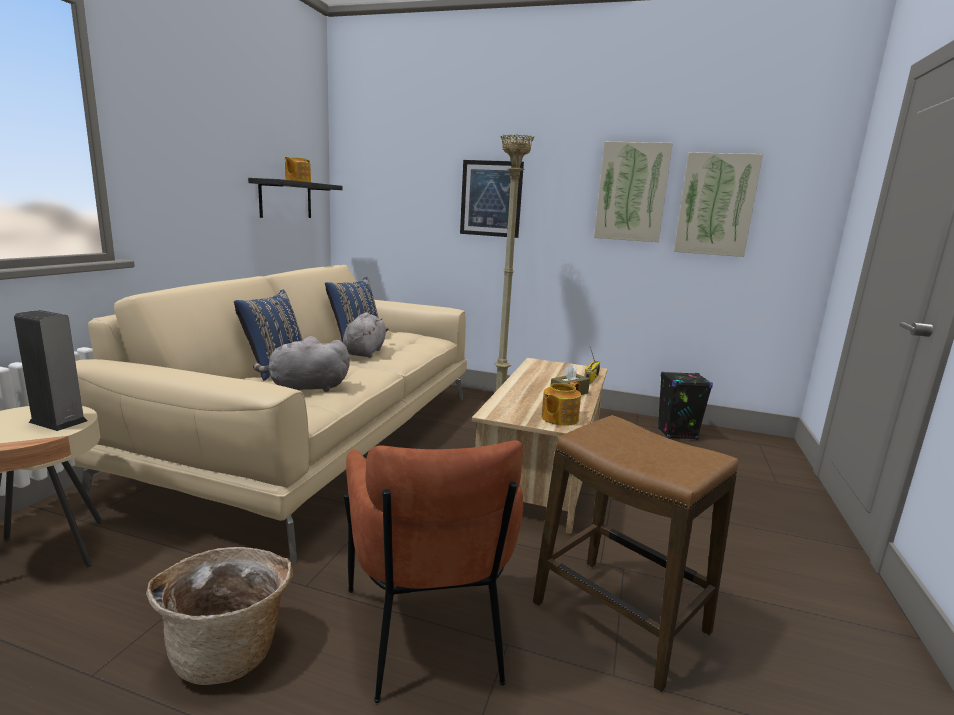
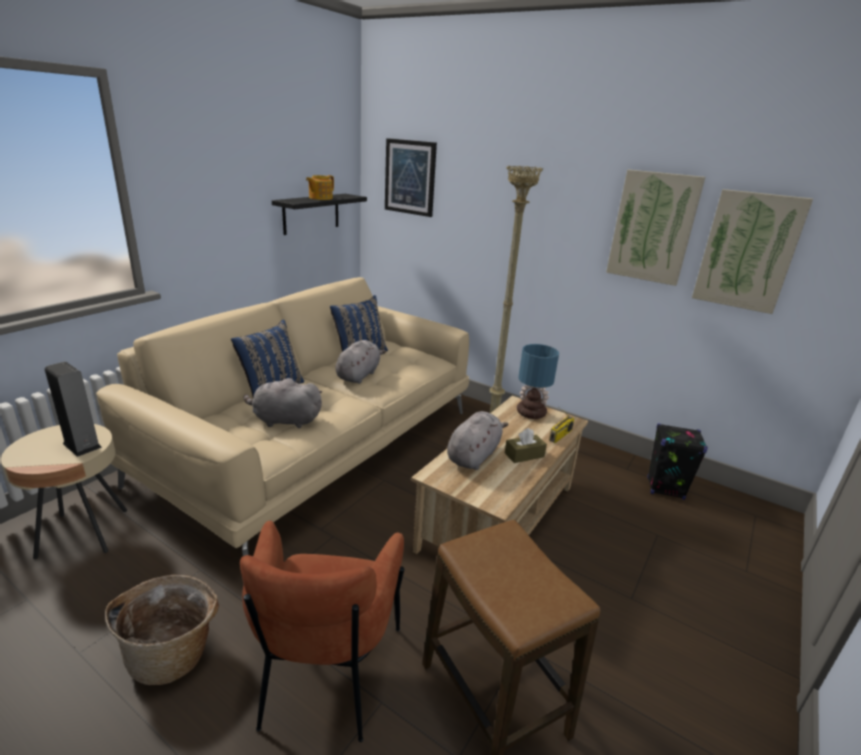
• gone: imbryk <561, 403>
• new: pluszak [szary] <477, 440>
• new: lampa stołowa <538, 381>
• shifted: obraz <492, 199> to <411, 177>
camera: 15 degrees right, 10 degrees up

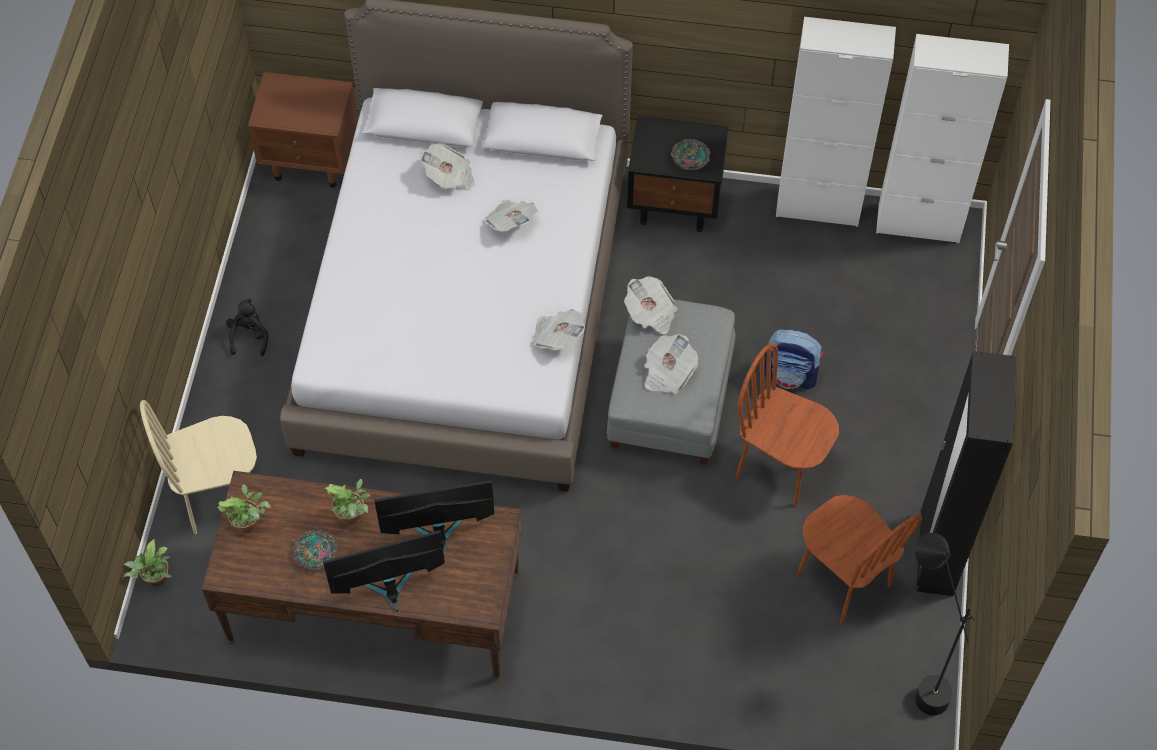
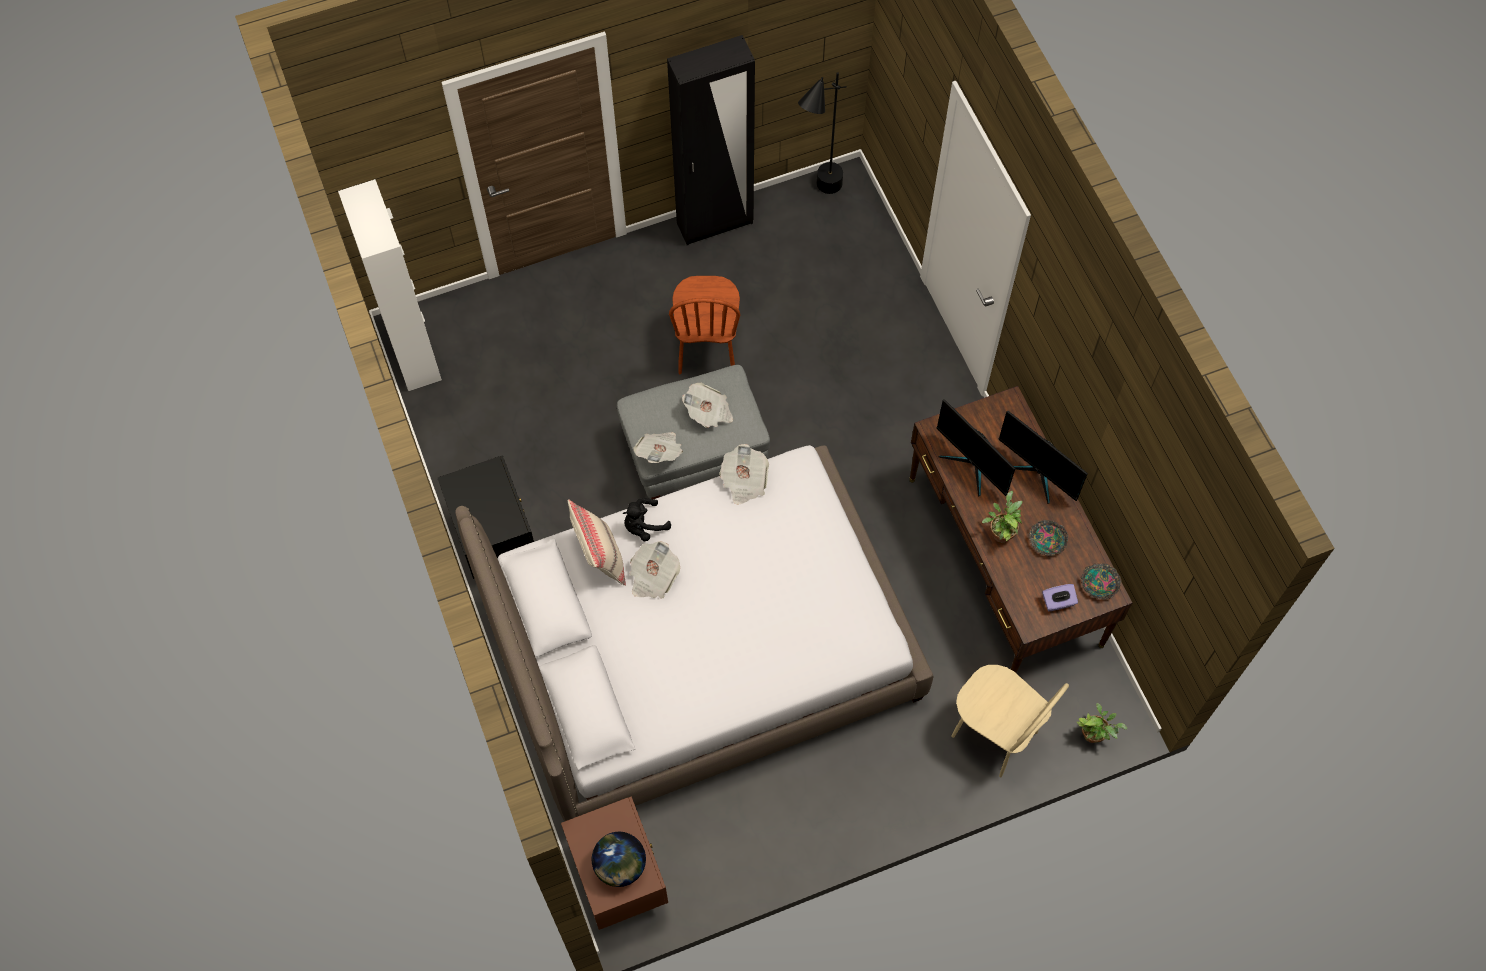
• gone: gazeta <447, 166>
• gone: plecak <794, 359>
• gone: szafka [biały] <836, 122>
• gone: krzesło [brązowy] <859, 559>
• new: poduszka [beżowy] <597, 542>
• new: globus <619, 859>
• shifted: pluszak [czarny] <247, 327> to <647, 519>
• shifted: miska <691, 154> to <1101, 580>
• swapped: roślina doniczkowa <244, 508> to pudełko chusteczek [fioletowy] <1060, 597>
camera: 120 degrees left, 5 degrees up

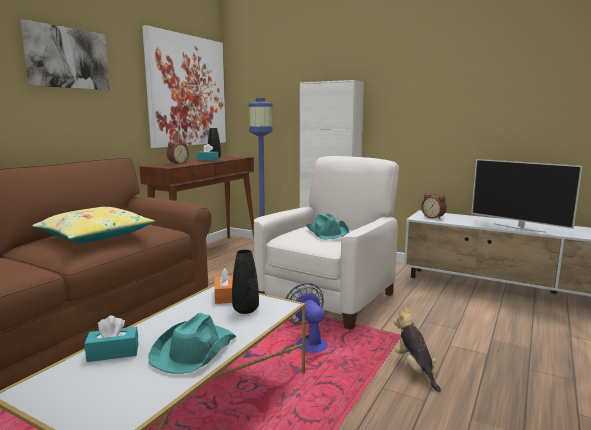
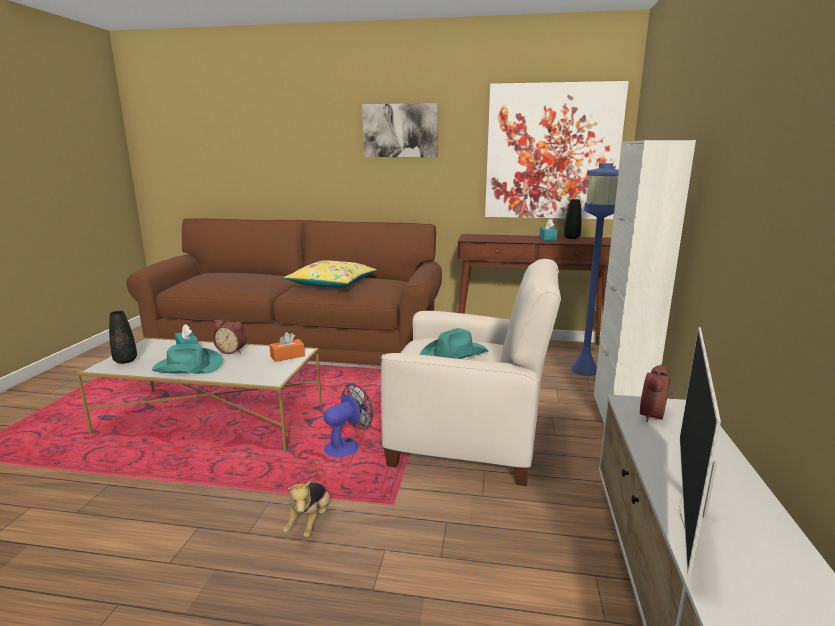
• shifted: budzik <178, 152> to <230, 337>
• shifted: wazon [czarny] <245, 282> to <123, 337>
• rotated: pluszak <417, 349> = <306, 509> 135 degrees clockwise
camera: 70 degrees right, 5 degrees up

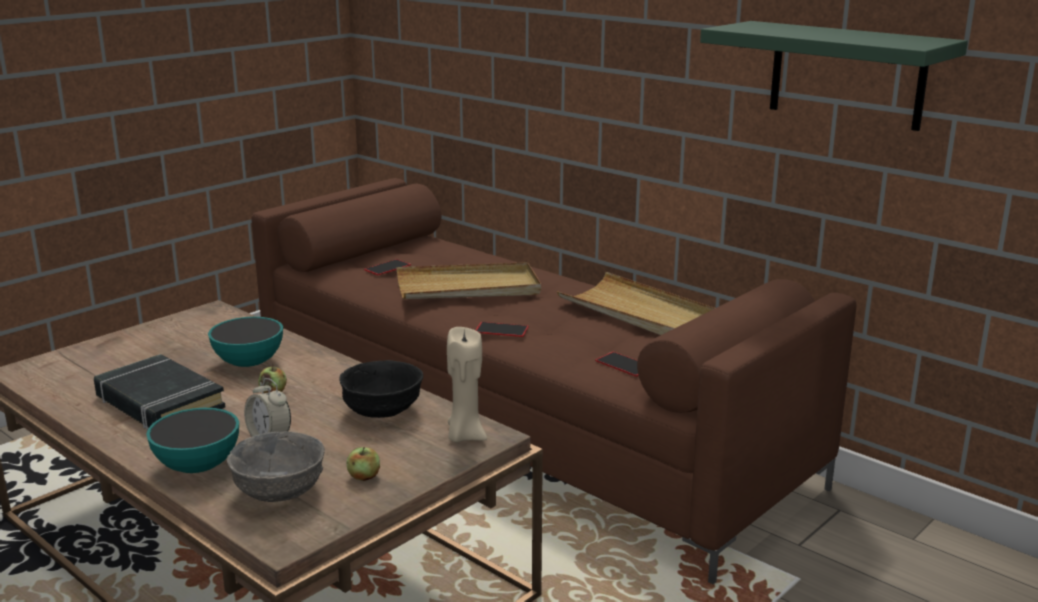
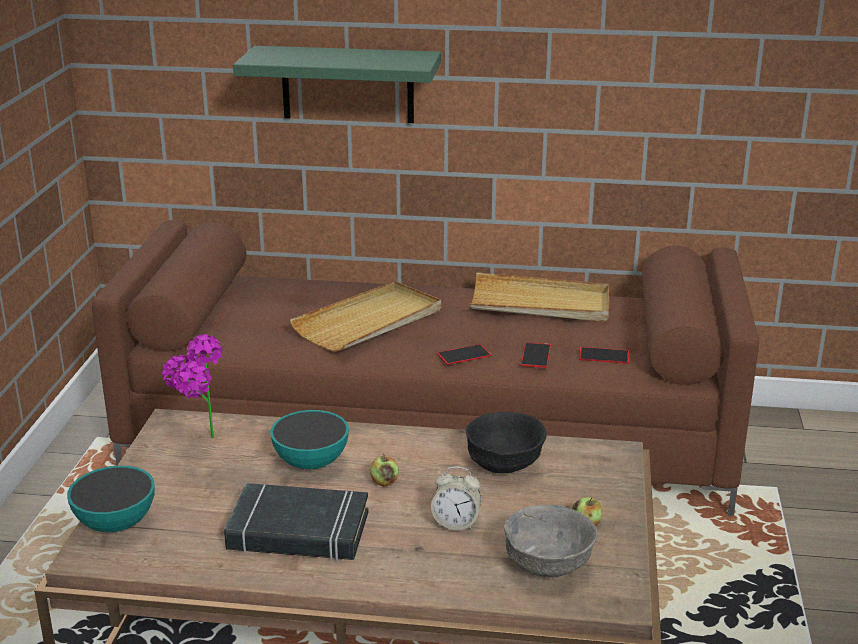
• gone: świeca [beżowy] <467, 385>
• new: roślina doniczkowa <192, 386>
• shifted: miska <192, 440> to <111, 499>
• shifted: telefon <387, 267> to <536, 355>
• shifted: półka [zielony] <834, 76> to <337, 84>
camera: 35 degrees left, 5 degrees up

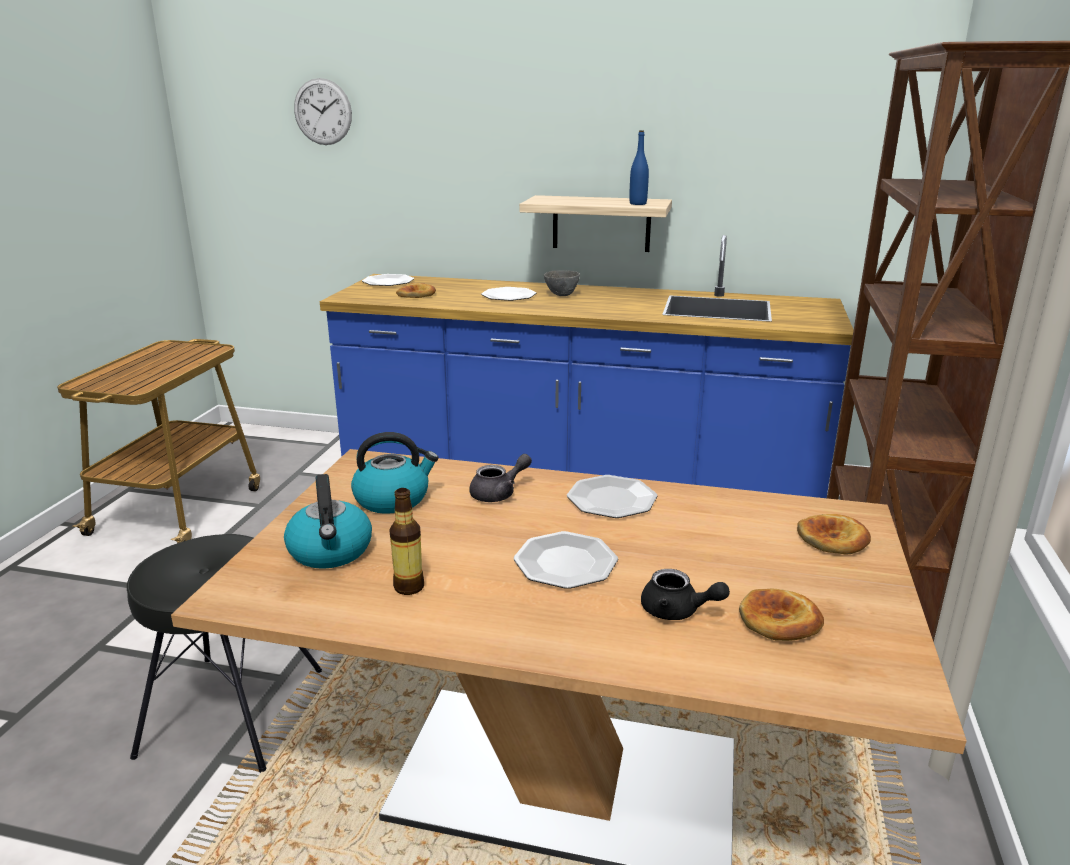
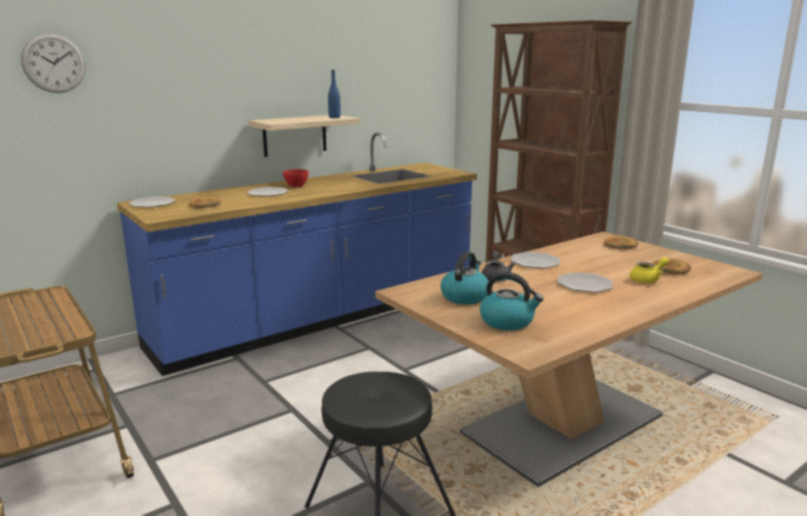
• gone: butelka <406, 541>
• repainted: miska [szary] <562, 283> to miska [czerwony] <296, 178>
• repainted: imbryk [czarny] <685, 594> to imbryk [żółty] <649, 270>
camera: 50 degrees left, 5 degrees down

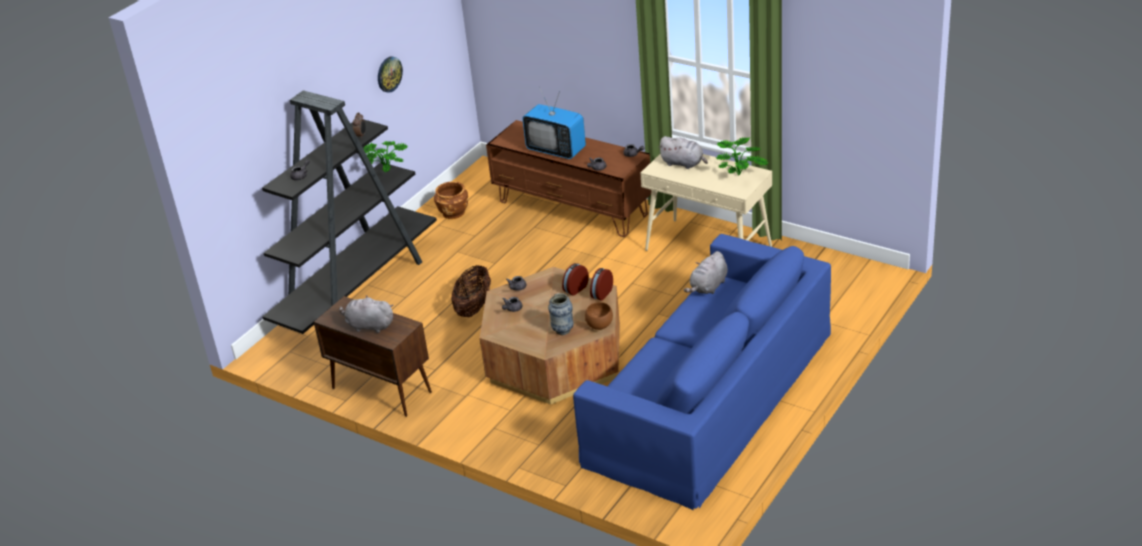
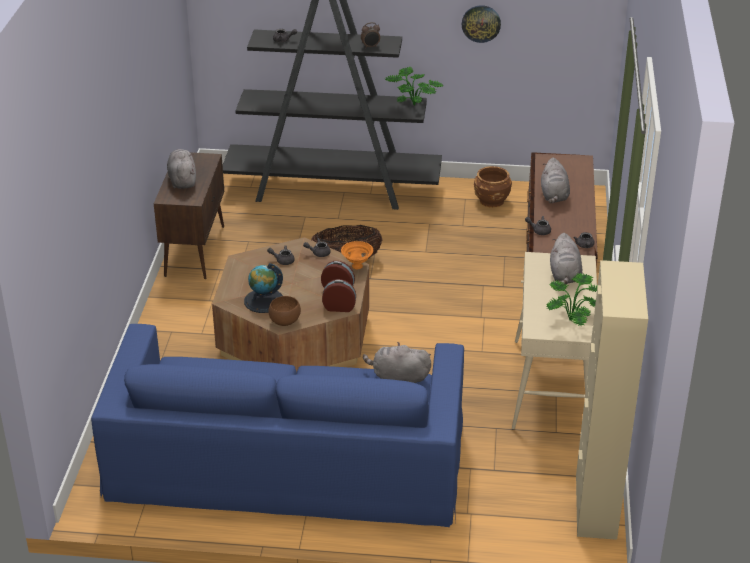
• new: miska [pomarańczowy] <357, 255>
• new: szafka [beżowy] <612, 400>
• swapped: telewizor <554, 123> to pluszak [szary] <555, 180>
• swapped: wazon <561, 314> to globus <263, 288>
camera: 60 degrees right, 0 degrees up

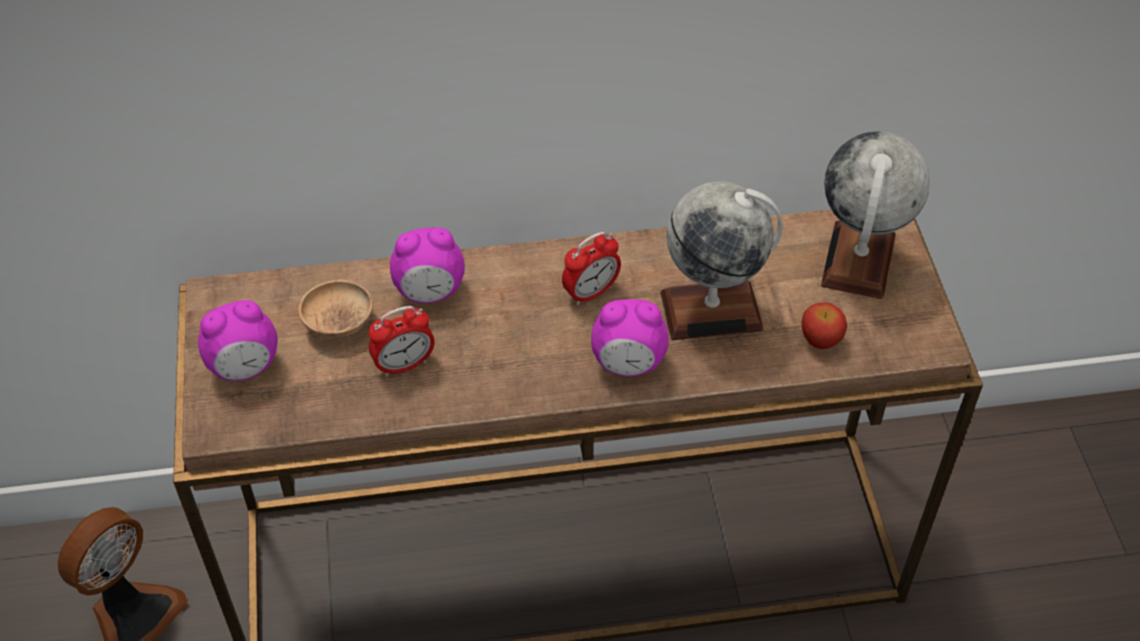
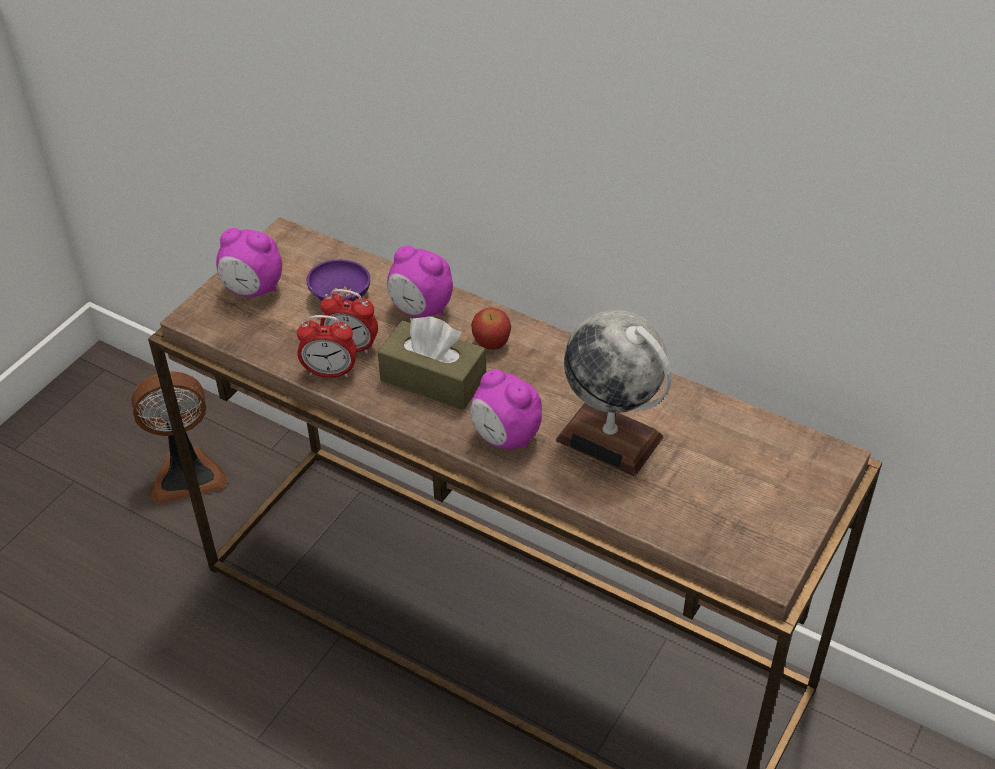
• gone: globus <875, 215>
• new: pudełko chusteczek [brązowy] <431, 363>
• shifted: budzik <591, 269> to <327, 346>
• shifted: jabłko <824, 325> to <491, 329>
• repainted: miska [brązowy] <335, 308> to miska [fioletowy] <338, 280>
camera: 40 degrees right, 5 degrees down

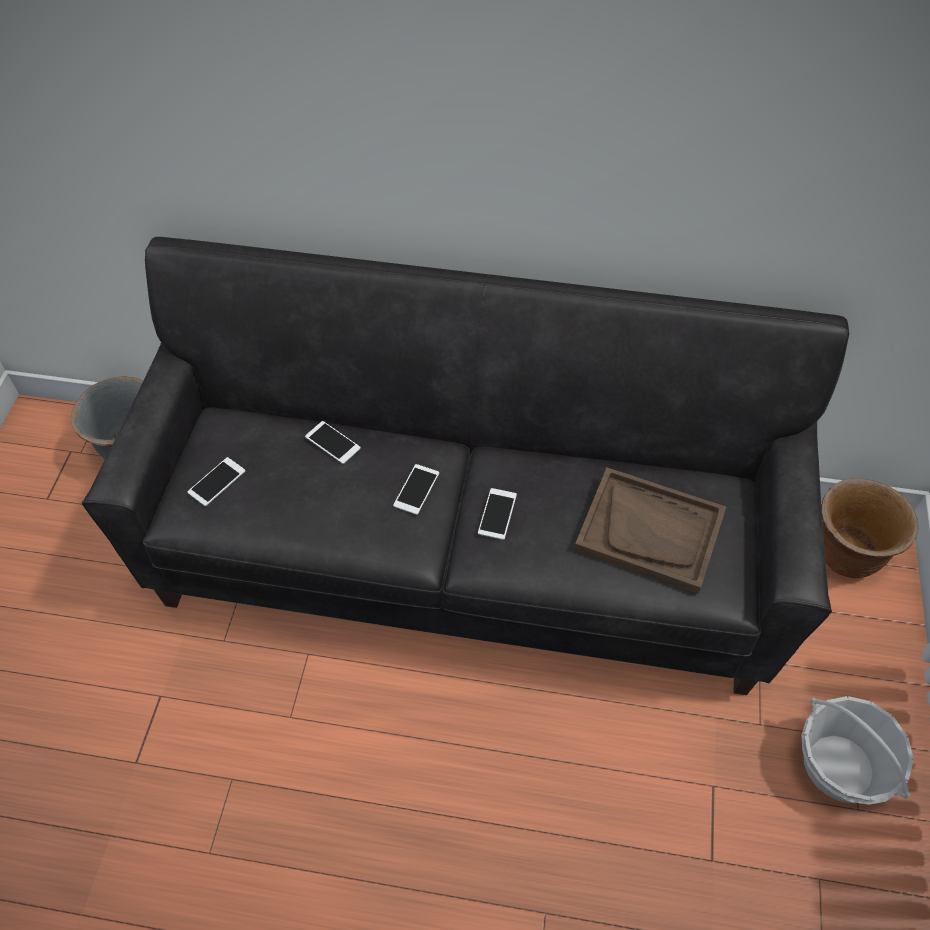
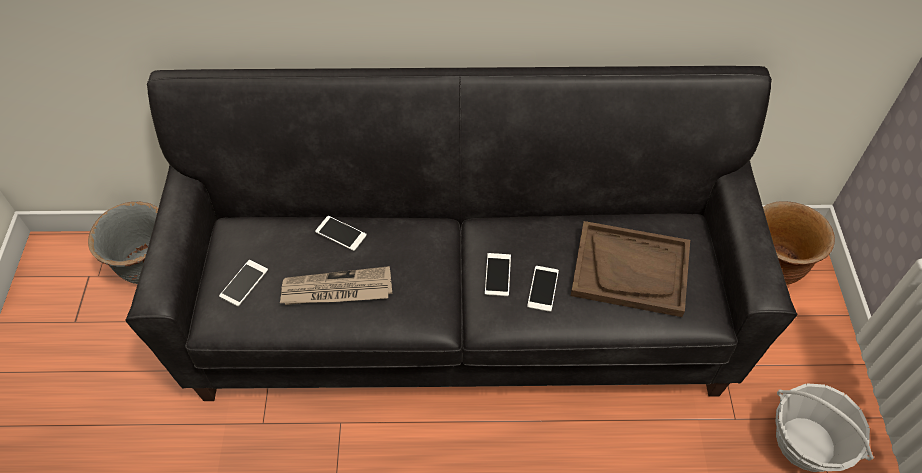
• new: gazeta <336, 285>
• shifted: telefon <416, 489> to <543, 289>
camera: 10 degrees left, 0 degrees up

